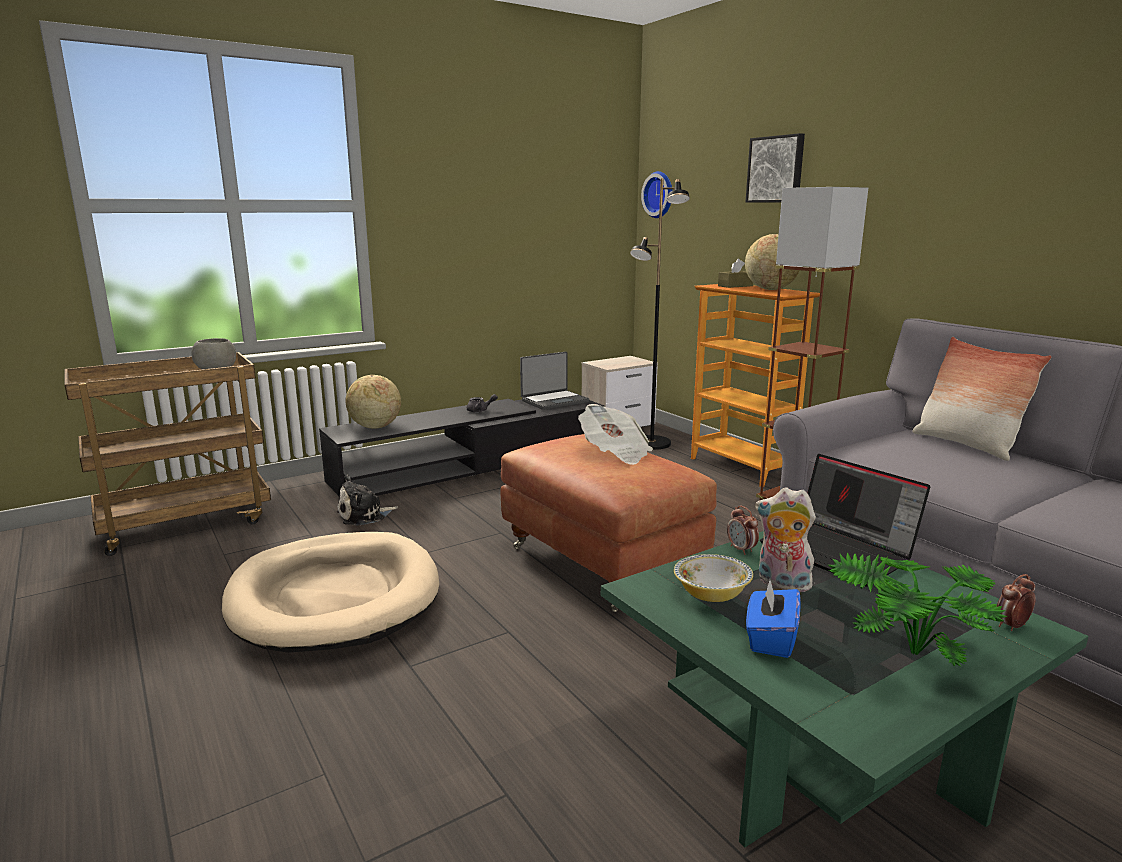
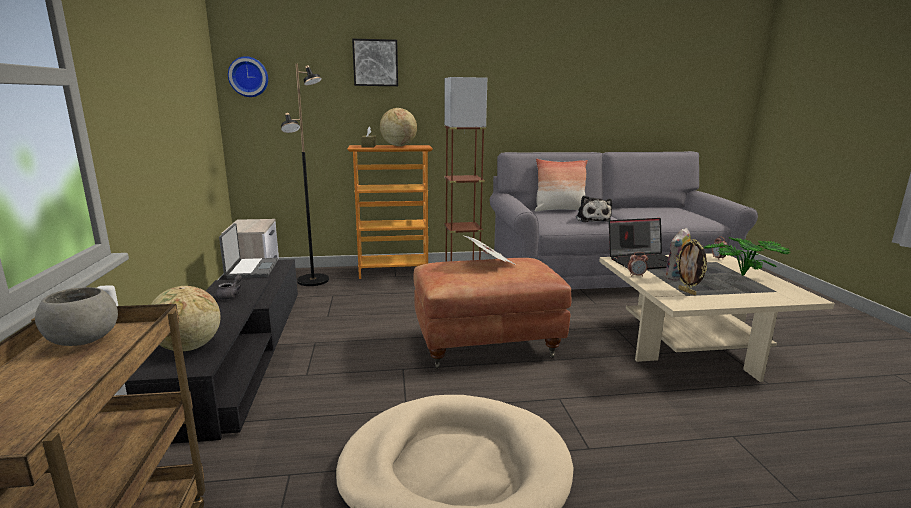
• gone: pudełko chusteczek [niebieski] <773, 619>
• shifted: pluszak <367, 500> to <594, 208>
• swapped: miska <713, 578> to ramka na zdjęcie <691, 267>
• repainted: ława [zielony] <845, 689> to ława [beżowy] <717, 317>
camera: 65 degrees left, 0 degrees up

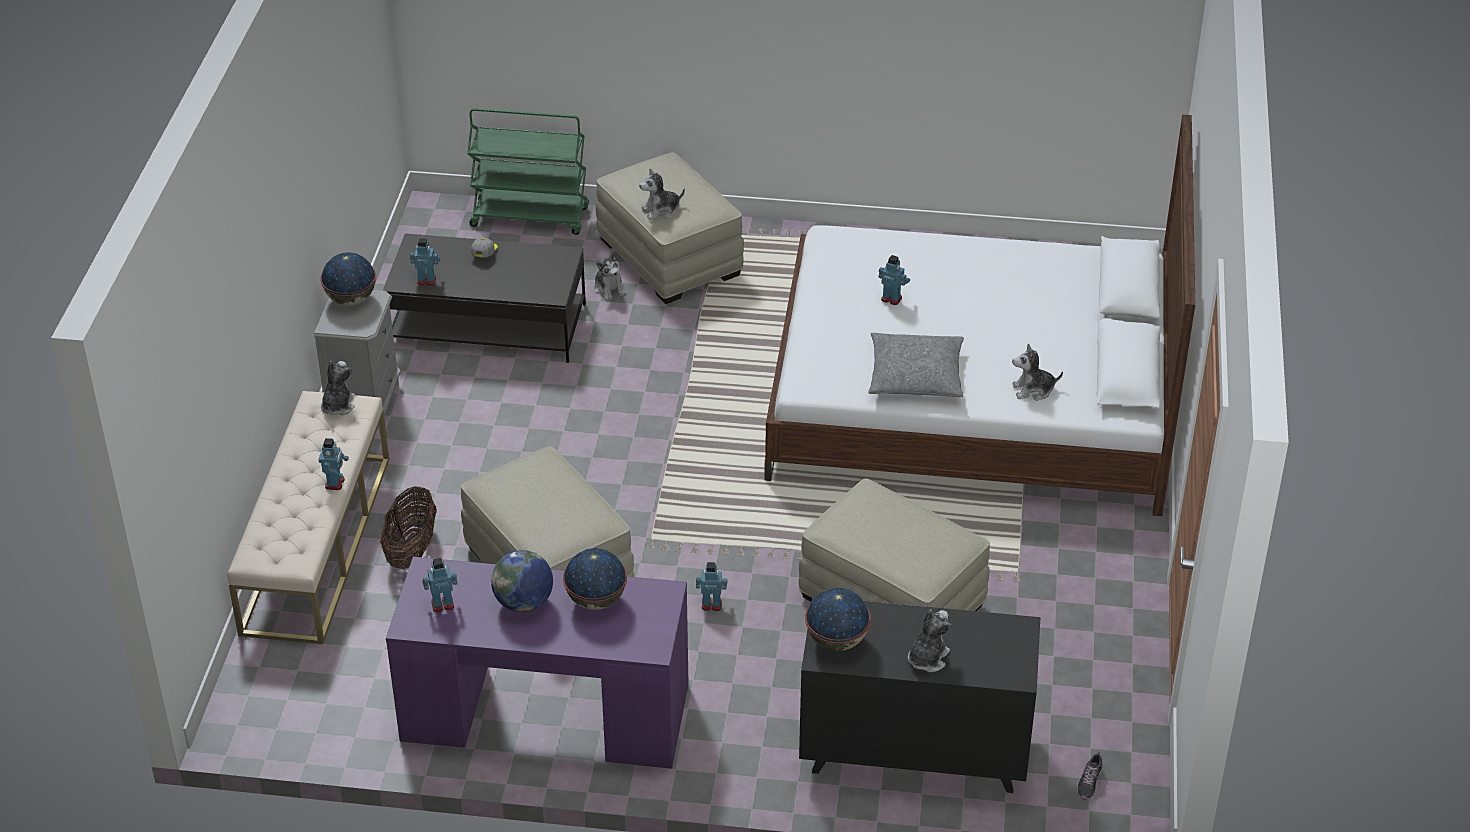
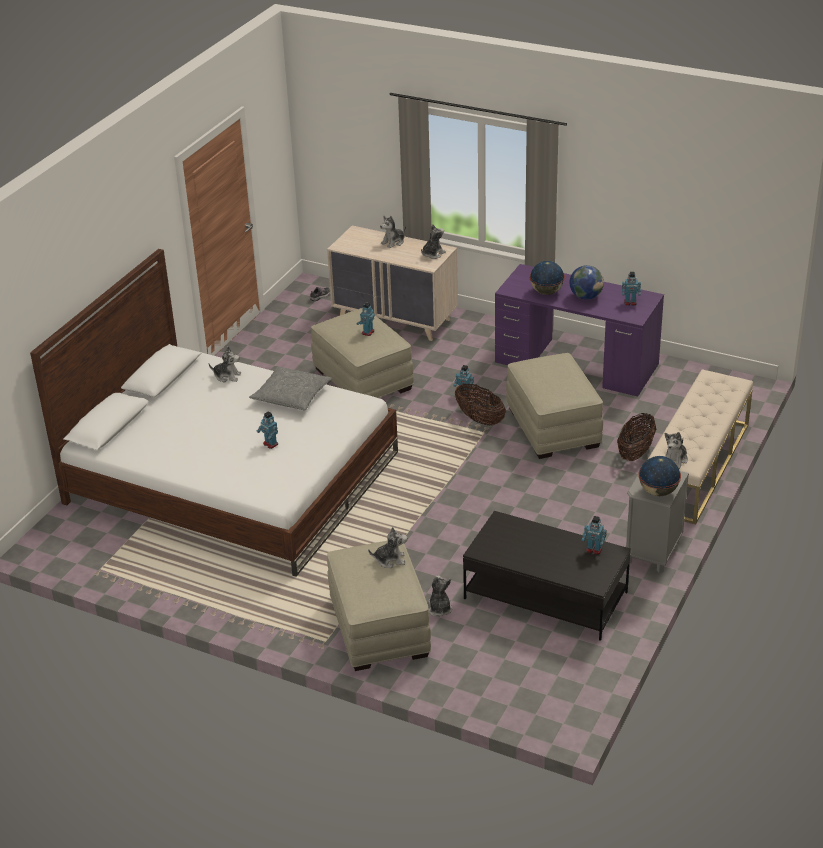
• gone: wózek [zielony] <528, 171>
• gone: czapka z daszkiem <484, 248>
• new: koszyk <480, 405>
• shifted: robot zabawkowy <334, 464> to <365, 319>
• swapped: globus <838, 619> to pluszak <433, 241>
• repainted: komoda [czarny] <919, 694> to komoda [beżowy] <392, 283>
camera: 160 degrees left, 5 degrees down

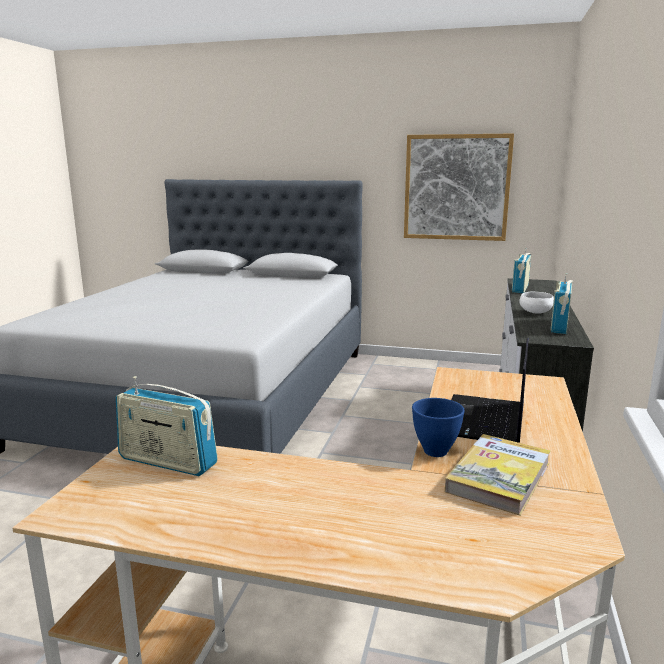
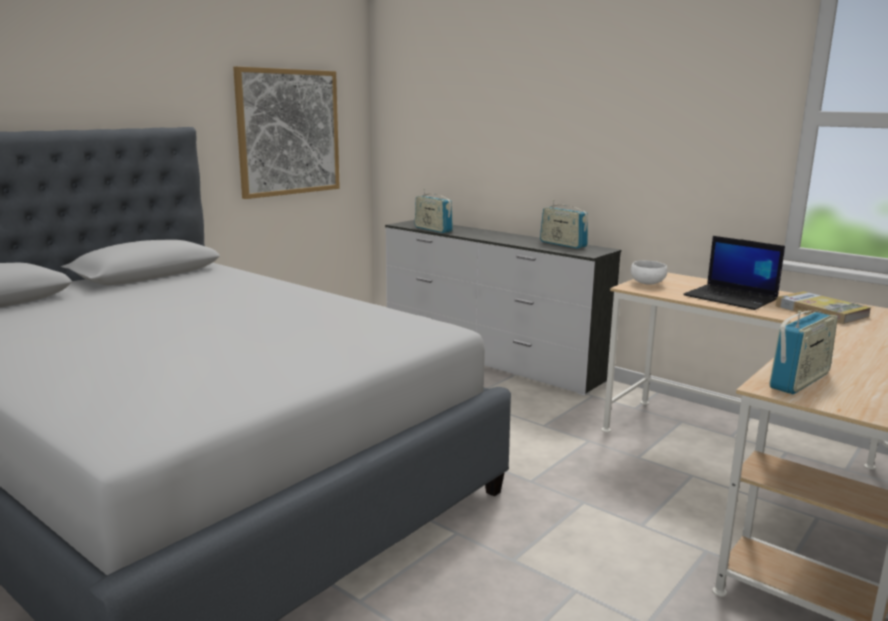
• gone: miska [niebieski] <438, 427>
• shifted: miska [biały] <536, 303> to <648, 272>
camera: 65 degrees left, 0 degrees up

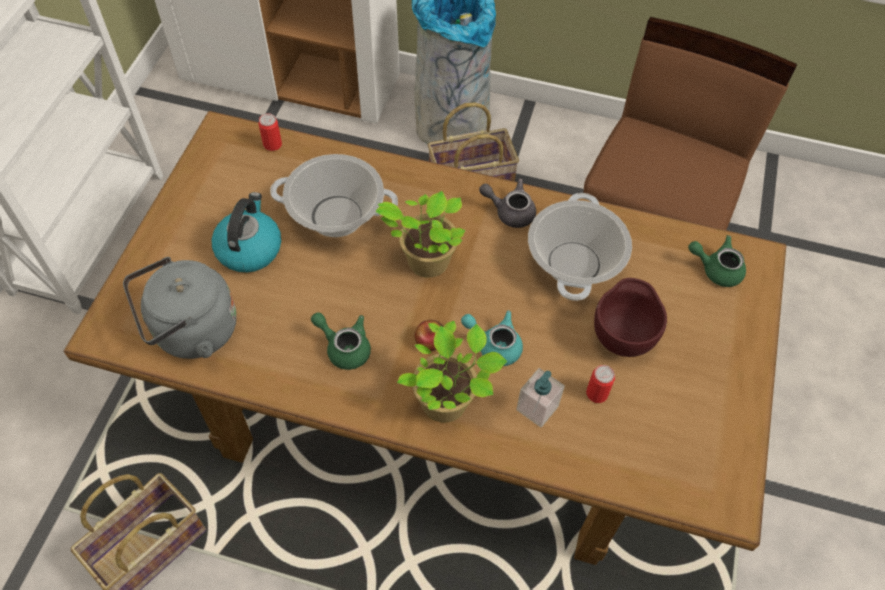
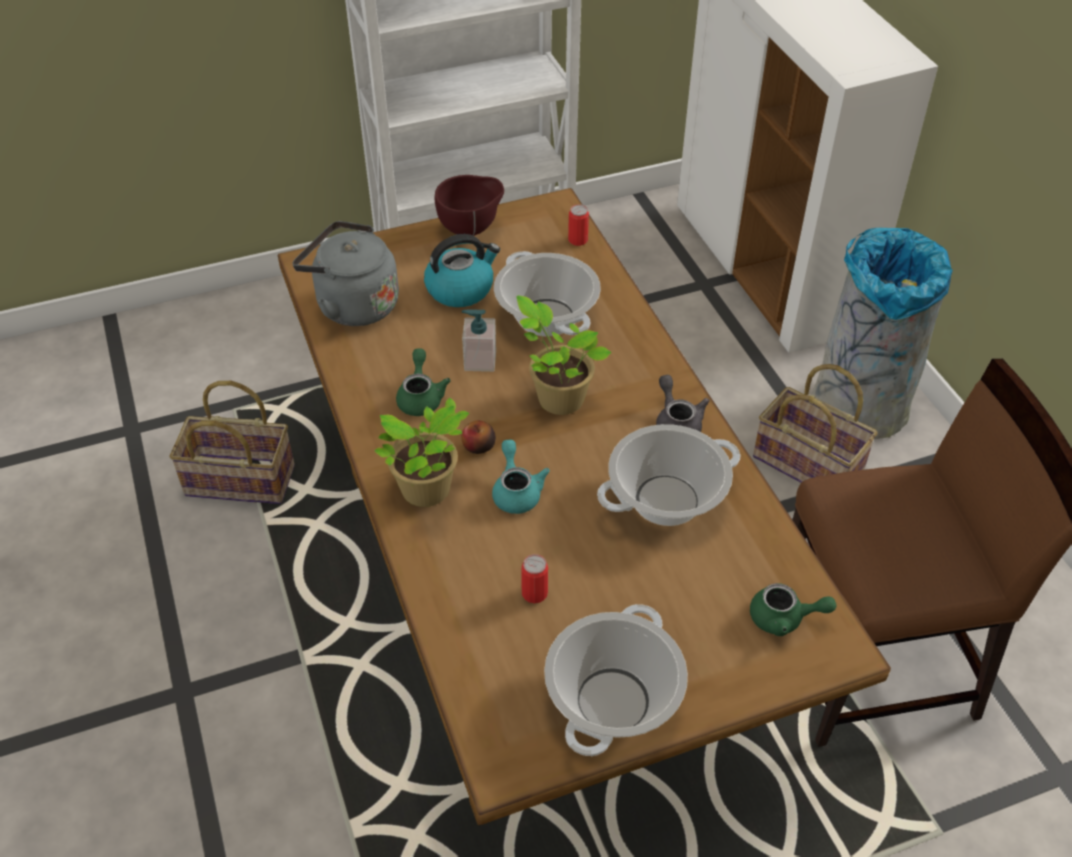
• new: garnek <616, 680>
• shifted: dozownik mydła <540, 398> to <479, 341>
• shifted: miska [brązowy] <630, 317> to <469, 205>
• rotated: imbryk [zielony] <717, 261> = <793, 609> 120 degrees clockwise
camera: 55 degrees right, 10 degrees down

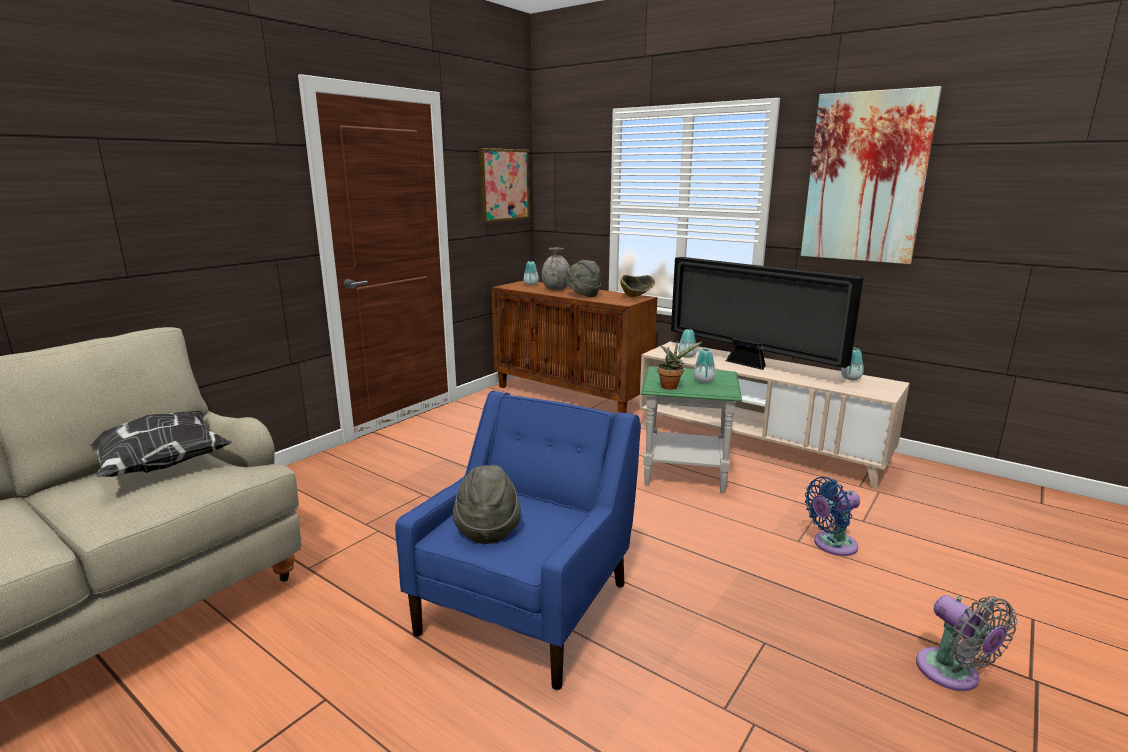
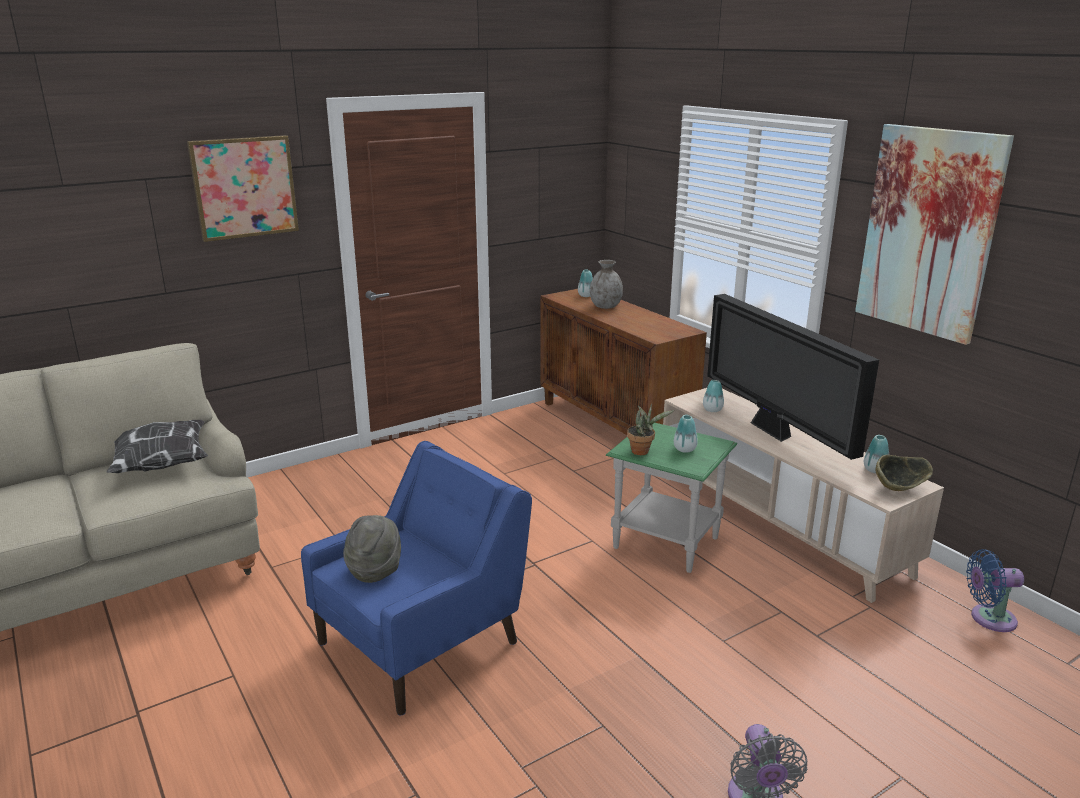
• gone: kapelusz [szary] <583, 278>
• shifted: obraz <504, 185> to <243, 188>
• shifted: miska <638, 286> to <904, 473>
• shifted: wentylator [niebieski] <832, 516> to <995, 590>
camera: 20 degrees right, 5 degrees up

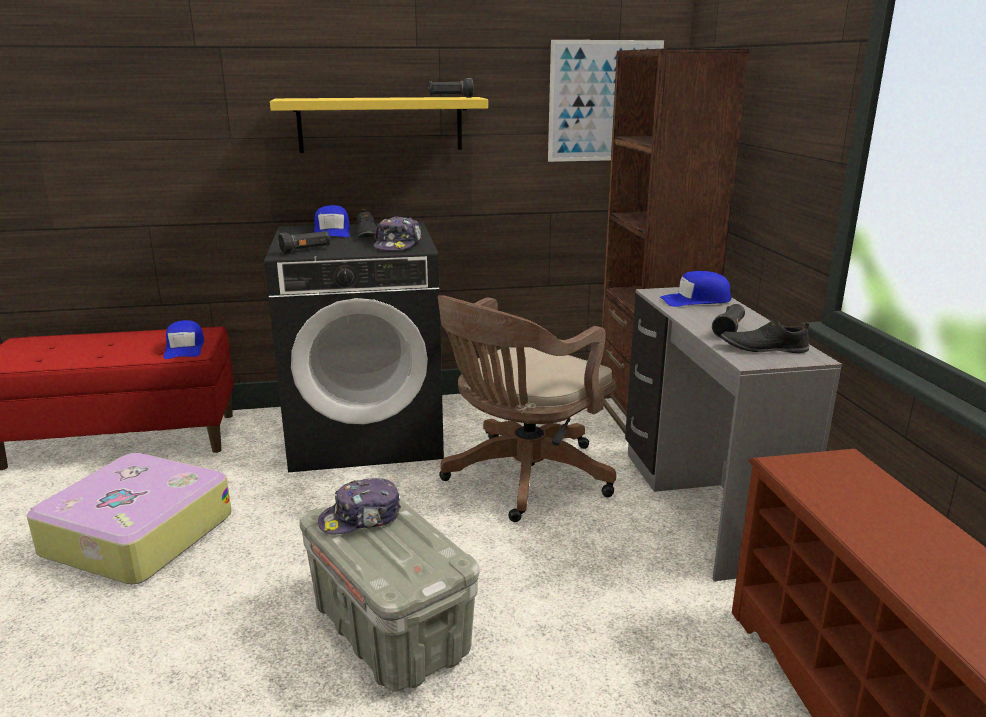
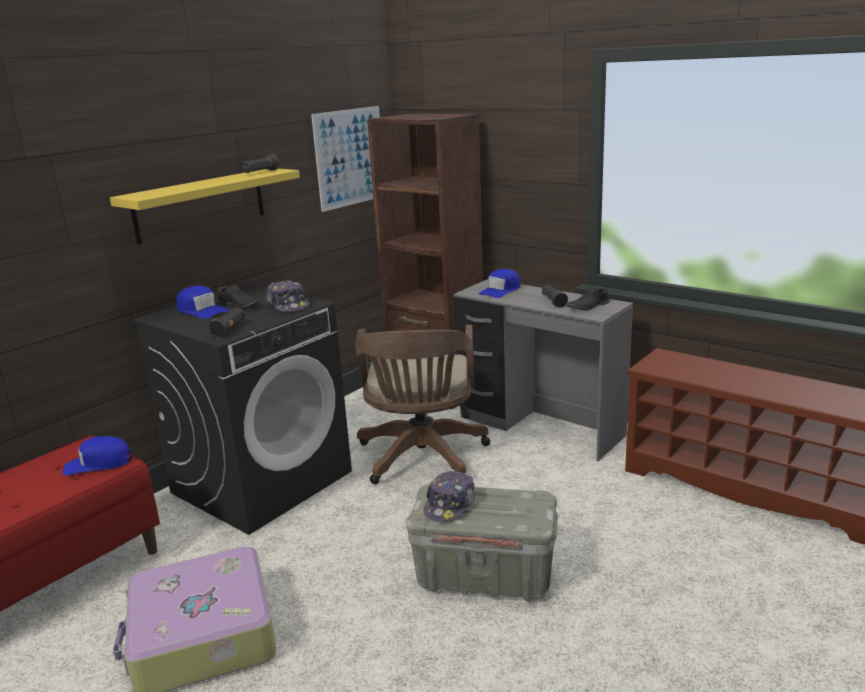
• rotated: czapka z daszkiem [niebieski] <184, 339> = <97, 455> 135 degrees clockwise
camera: 40 degrees left, 0 degrees up

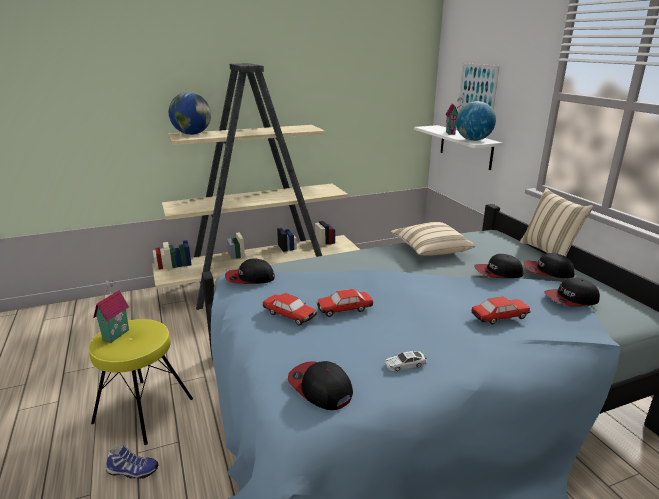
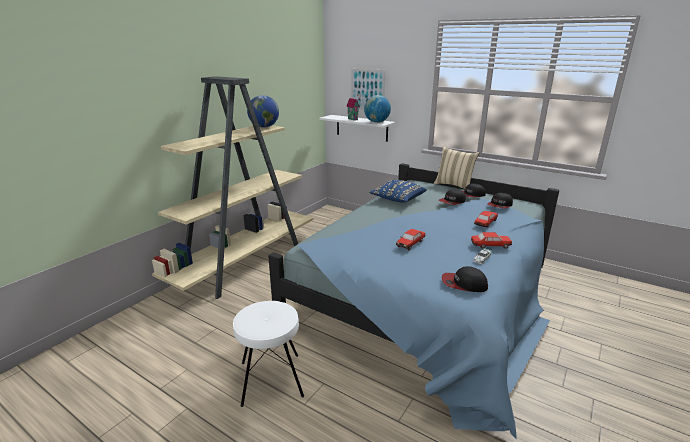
• gone: domek <111, 311>
• gone: but <132, 462>
• gone: czapka z daszkiem <250, 271>
• shifted: globus <190, 113> to <263, 111>
• shifted: samochodzik <290, 309> to <491, 240>
• repainted: stołek [żółty] <141, 382> to stołek [biały] <268, 354>
• repainted: poduszka [beżowy] <433, 239> to poduszka [niebieski] <398, 191>
camera: 35 degrees left, 0 degrees up

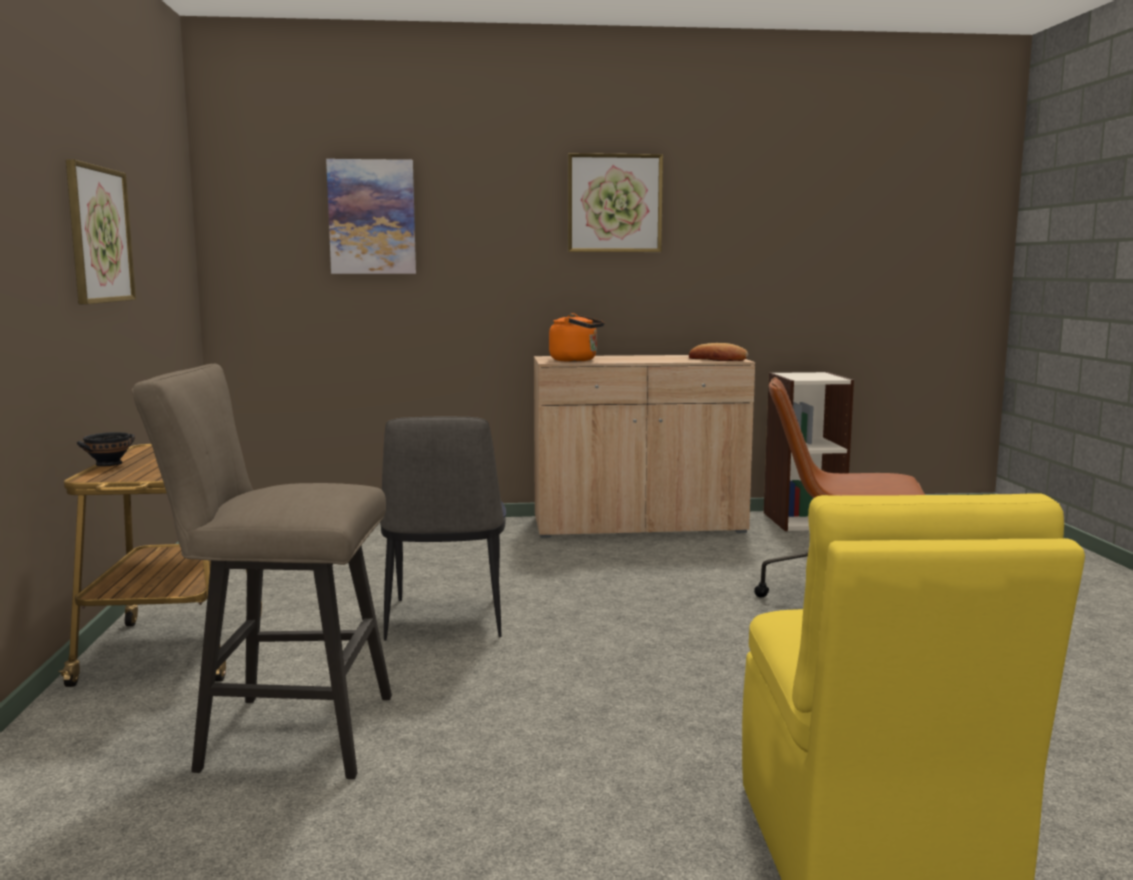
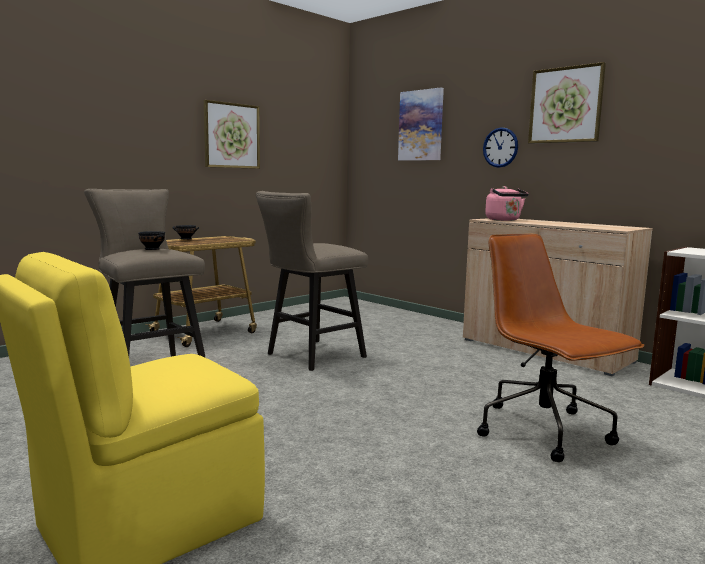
• gone: chleb <718, 352>
• new: miska [czarny] <151, 240>
• new: zegar ścienny <500, 147>
• swapped: krzesło <443, 529> to stołek [beżowy] <312, 281>
• repainted: czajnik [pomarańczowy] <577, 337> to czajnik [różowy] <507, 203>
camera: 50 degrees right, 0 degrees up

